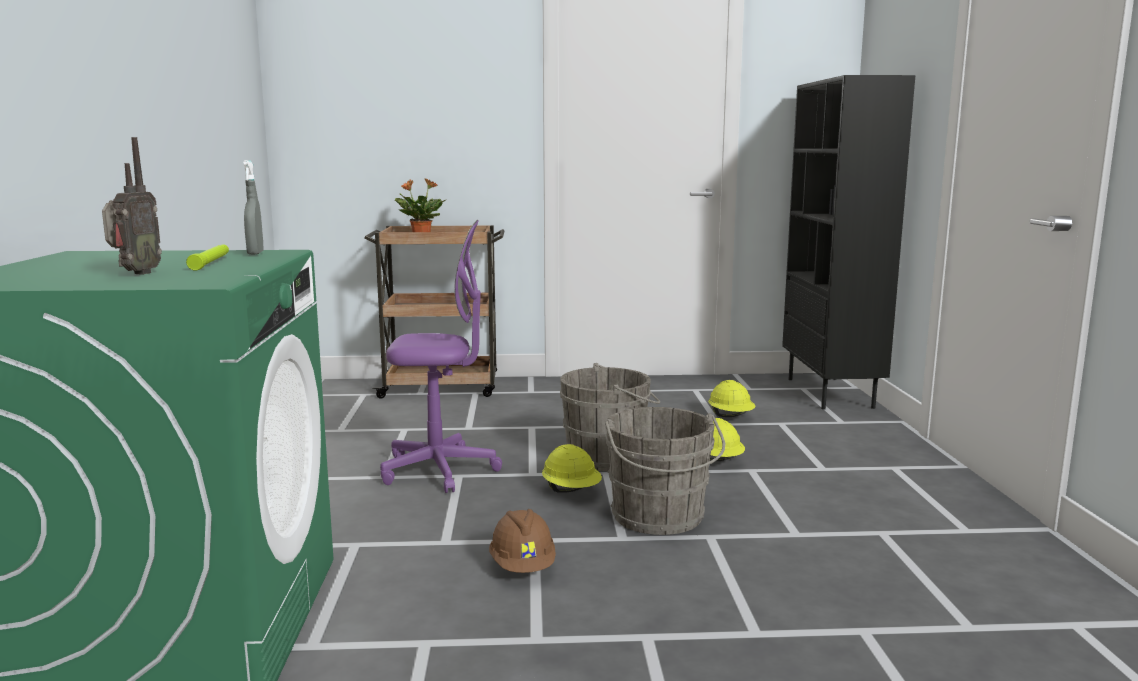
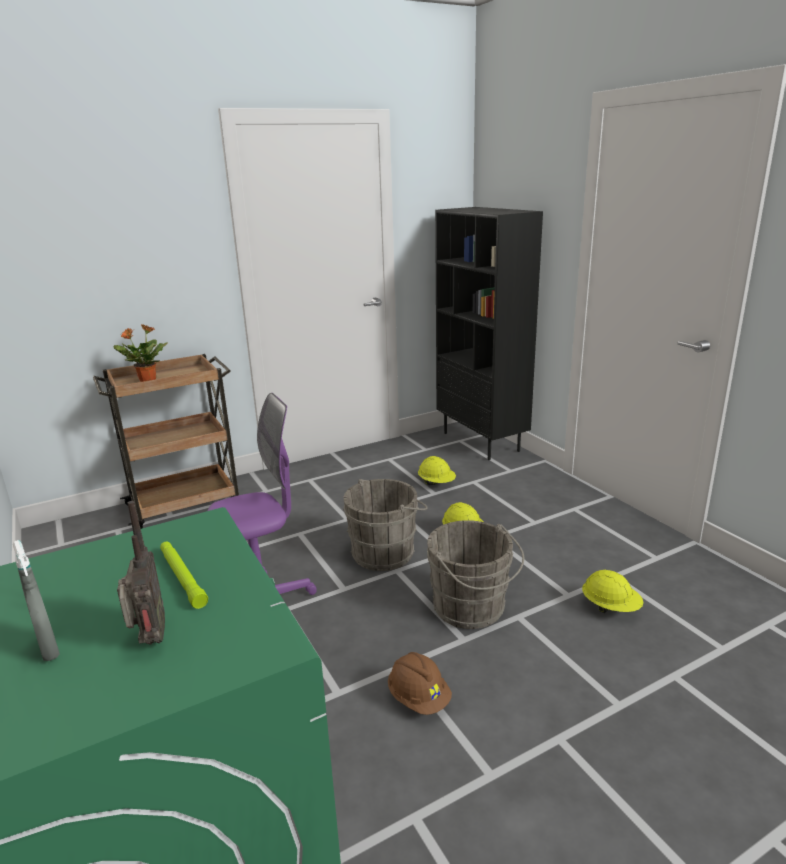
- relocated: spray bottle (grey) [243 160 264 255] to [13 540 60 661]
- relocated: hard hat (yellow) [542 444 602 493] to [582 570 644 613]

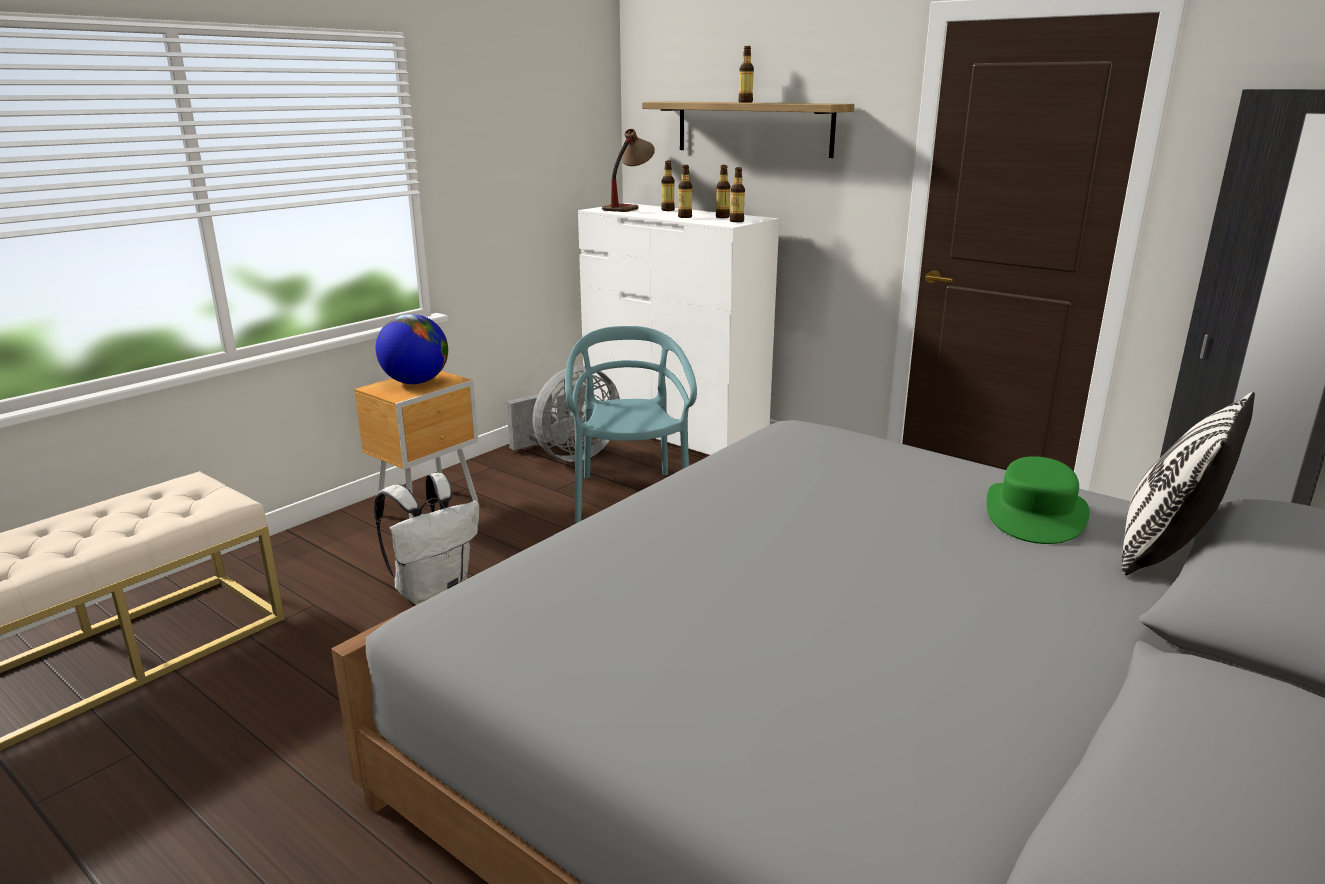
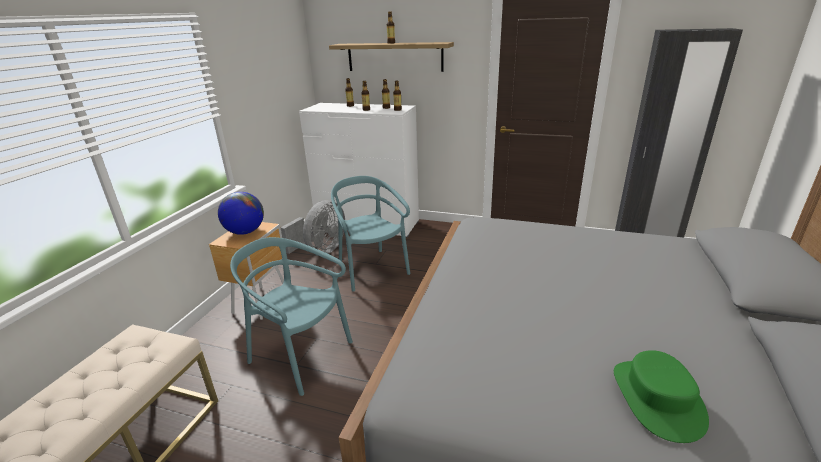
- missing: table lamp [602 129 655 212]
- missing: pillow [1122 392 1255 575]
- relocated: hat (green) [987 456 1090 544] to [614 350 709 443]
- exchanged: backpack (white) [374 473 479 605] to chair (turquoise) [230 237 353 396]

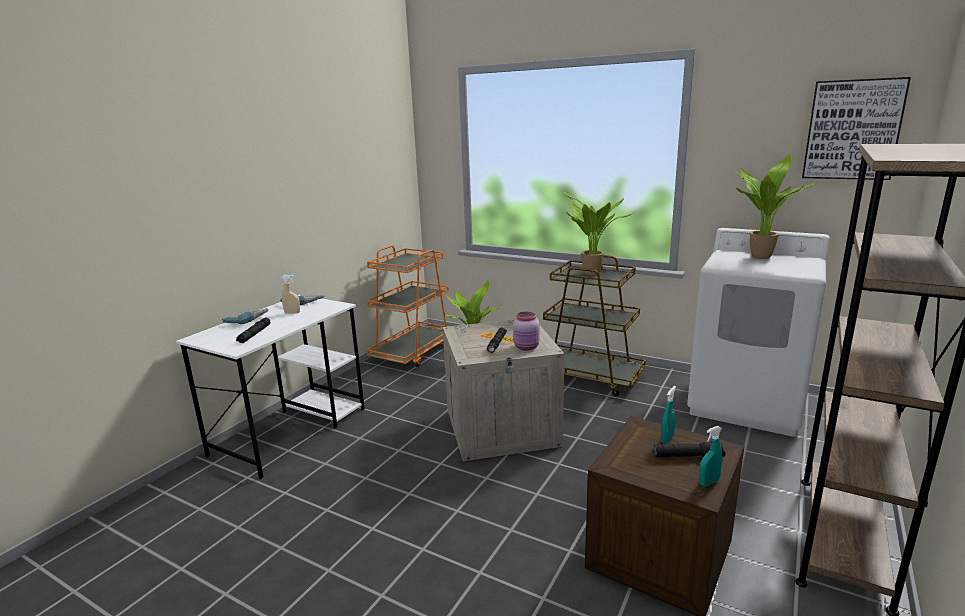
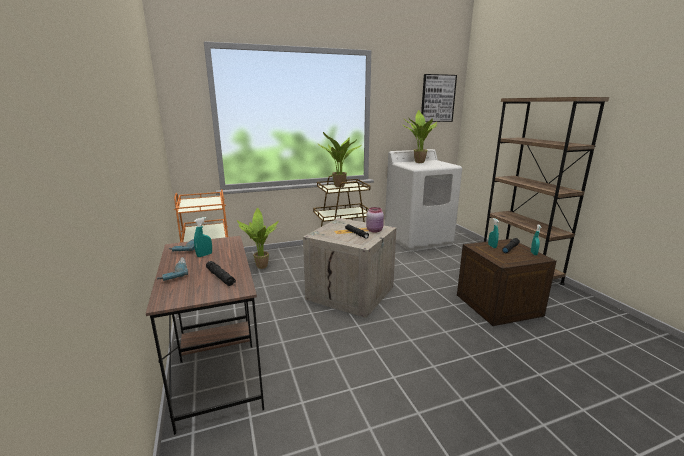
- colour: spray bottle (beige) [282 275 300 314] to spray bottle (turquoise) [194 217 212 257]
- colour: desk (white) [176 295 365 479] to desk (brown) [146 236 264 435]

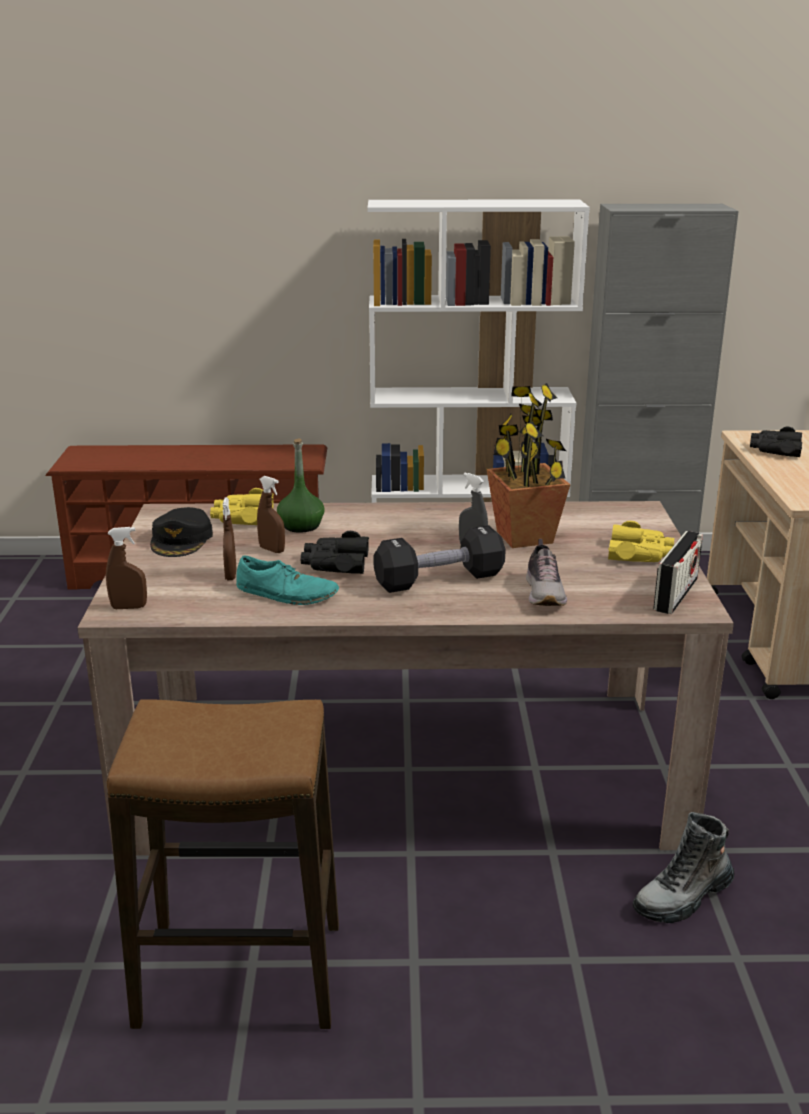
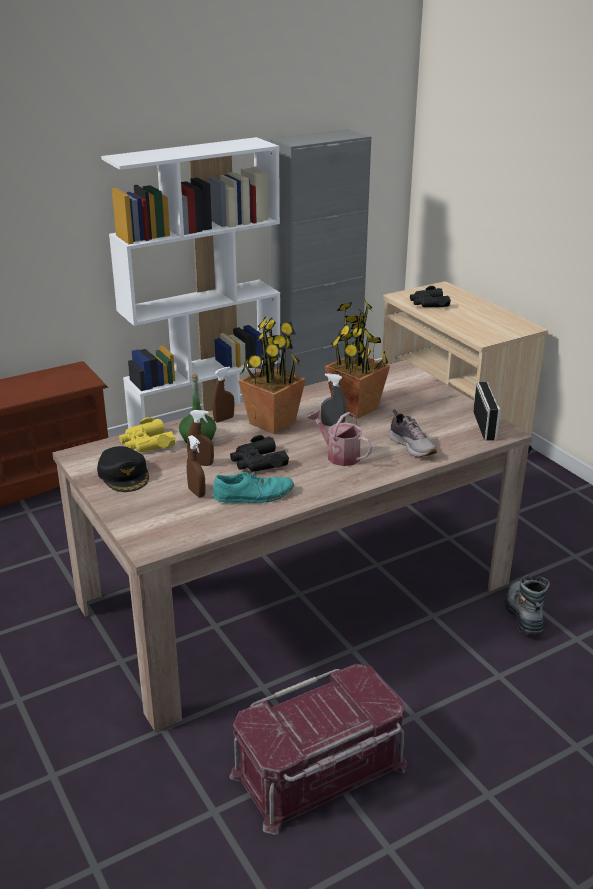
- missing: binoculars (yellow) [608 521 674 562]
- exchanged: dumbbell (black) [373 525 506 593] to watering can [308 410 372 466]
- relocated: spray bottle (brown) [106 527 147 609] to [212 366 235 422]
- exchanged: stool [107 699 339 1029] to storage box (red) [229 664 407 835]
- spun: boot [633 812 734 923] = [505 575 550 635] 150 degrees clockwise
- appeared: potted plant [238 317 306 434]

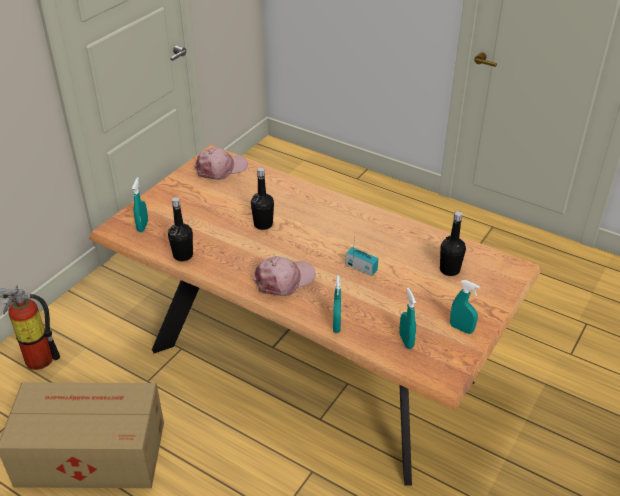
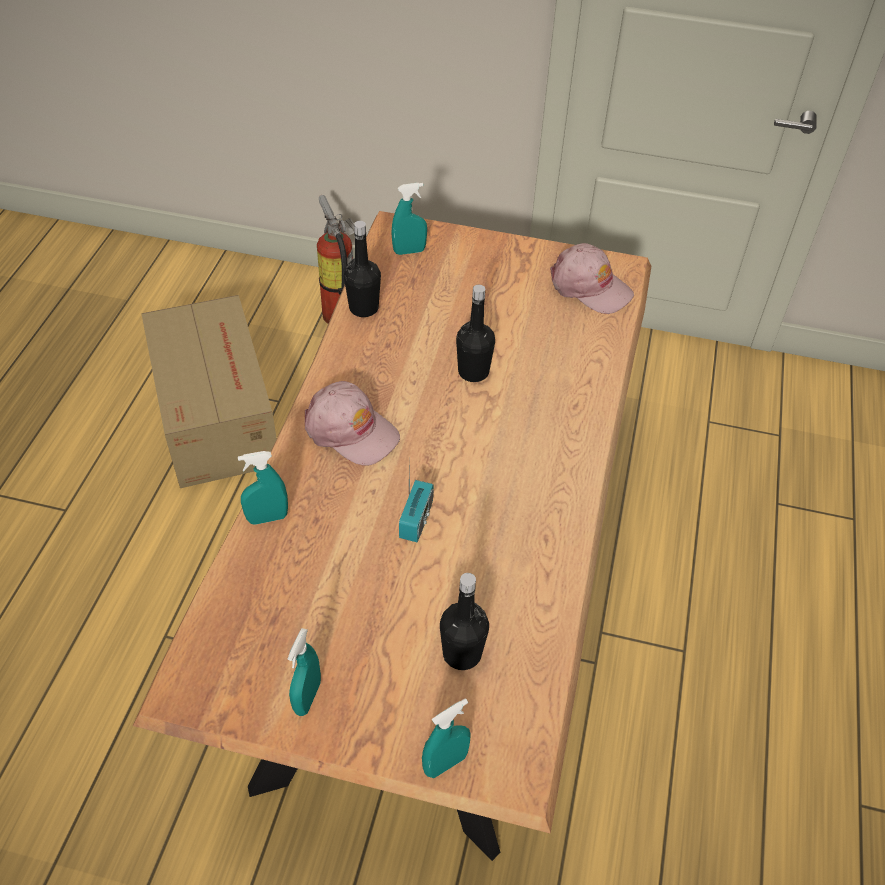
- relocated: spray bottle (turquoise) [399 287 416 349] to [422 698 471 778]

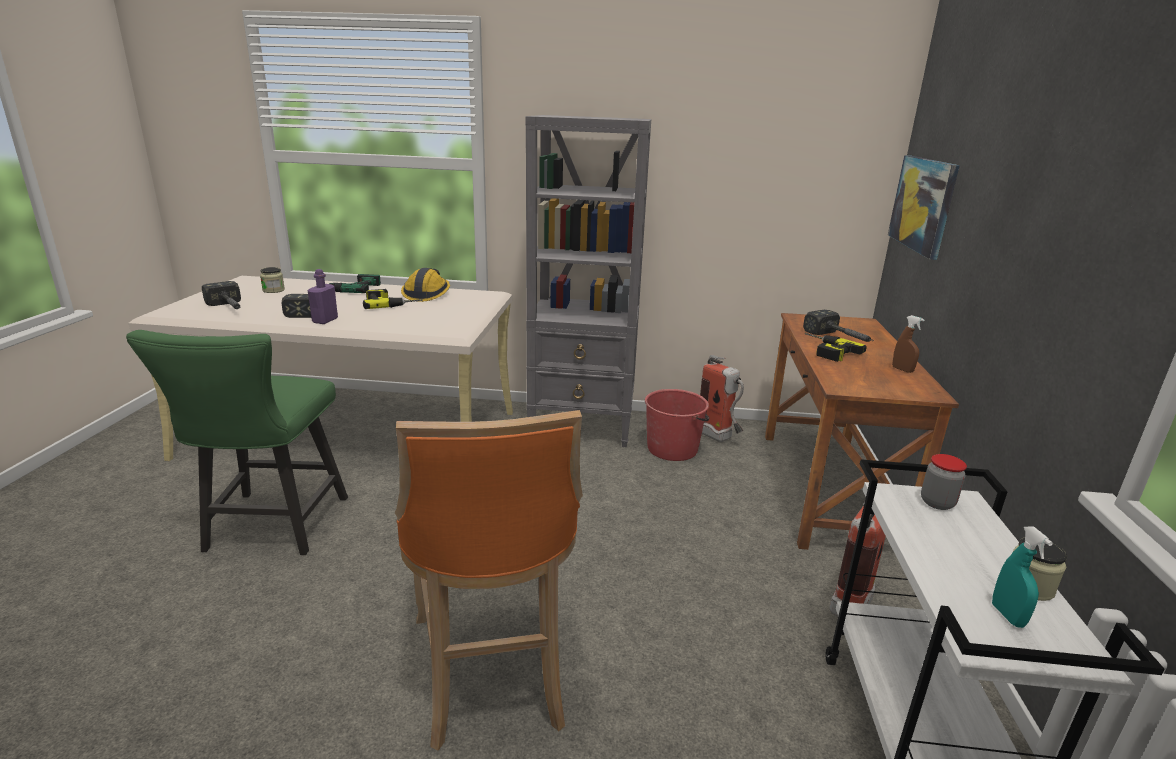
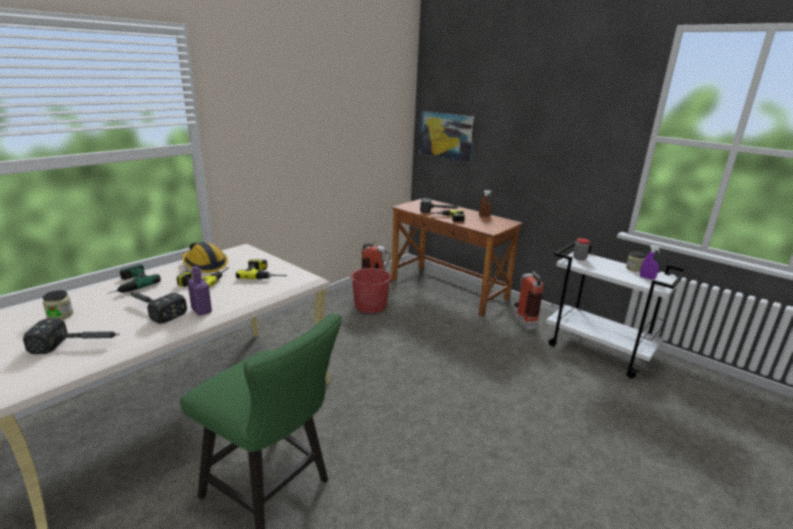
- missing: bookcase (grey) [525 115 651 447]
- missing: stool (orange) [395 410 583 751]
- colour: spray bottle (turquoise) [992 526 1053 628] to spray bottle (purple) [640 245 662 279]
- appeared: power drill [236 259 287 279]

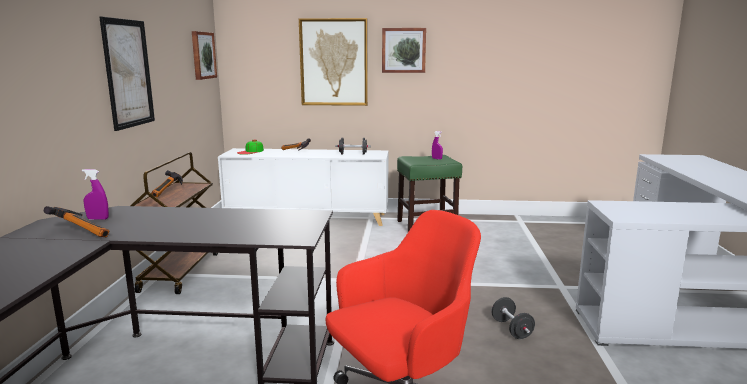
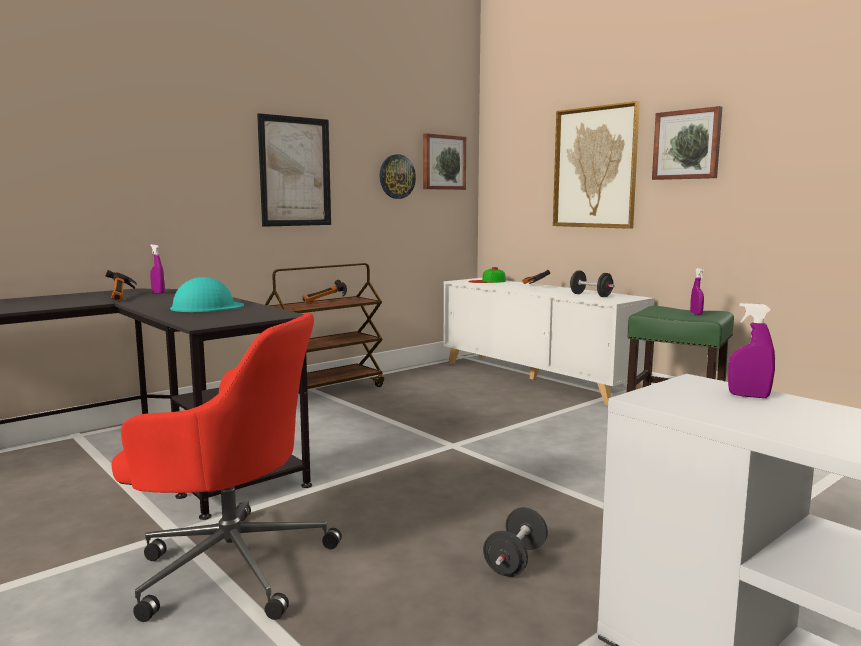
- appeared: wall clock [380 154 416 199]
- appeared: hard hat (turquoise) [170 277 244 312]
- appeared: spray bottle (purple) [728 303 775 398]

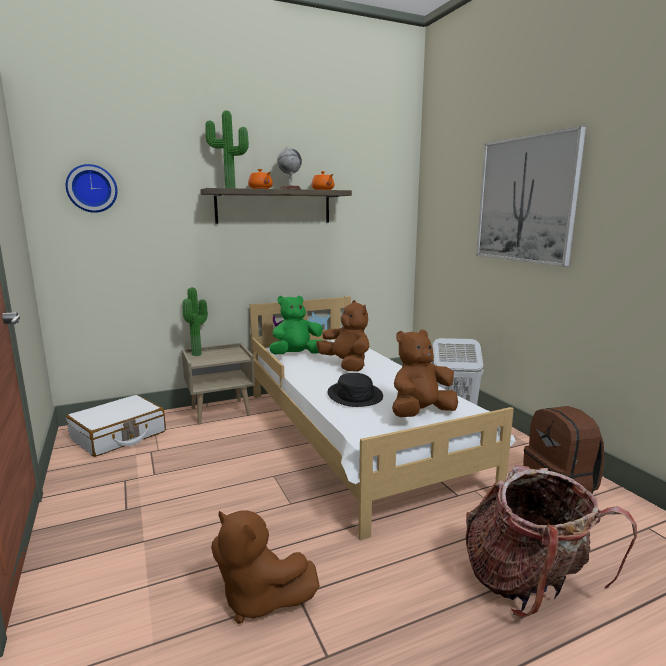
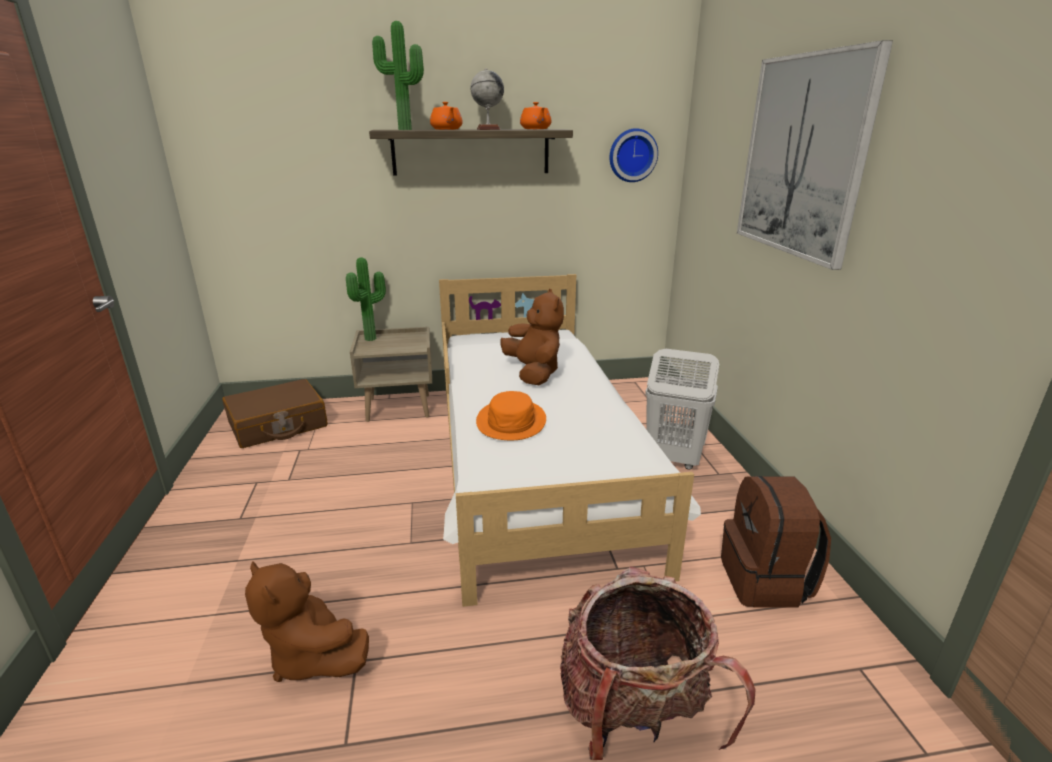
- relocated: wall clock [66 164 118 213] to [610 128 658 182]
- missing: plush toy (green) [269 296 323 355]
- missing: plush toy (brown) [392 330 458 417]
- colour: hat (black) [328 373 383 407] to hat (orange) [476 391 546 440]
- colour: suitcase (white) [66 395 166 457] to suitcase (brown) [222 379 328 448]

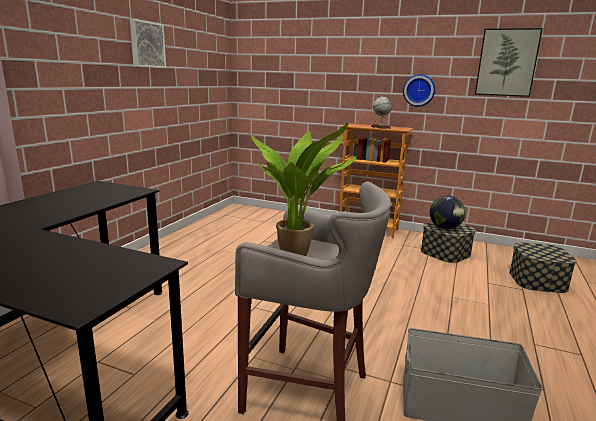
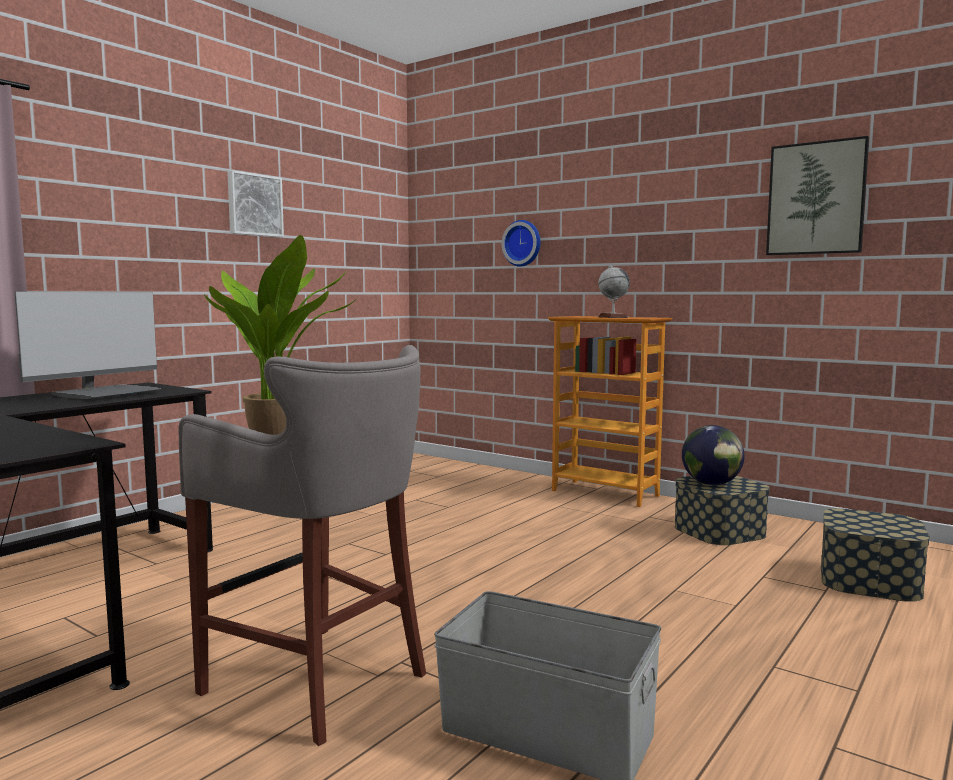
- relocated: wall clock [403 74 435 107] to [502 220 541 267]
- appeared: monitor [15 291 160 399]

